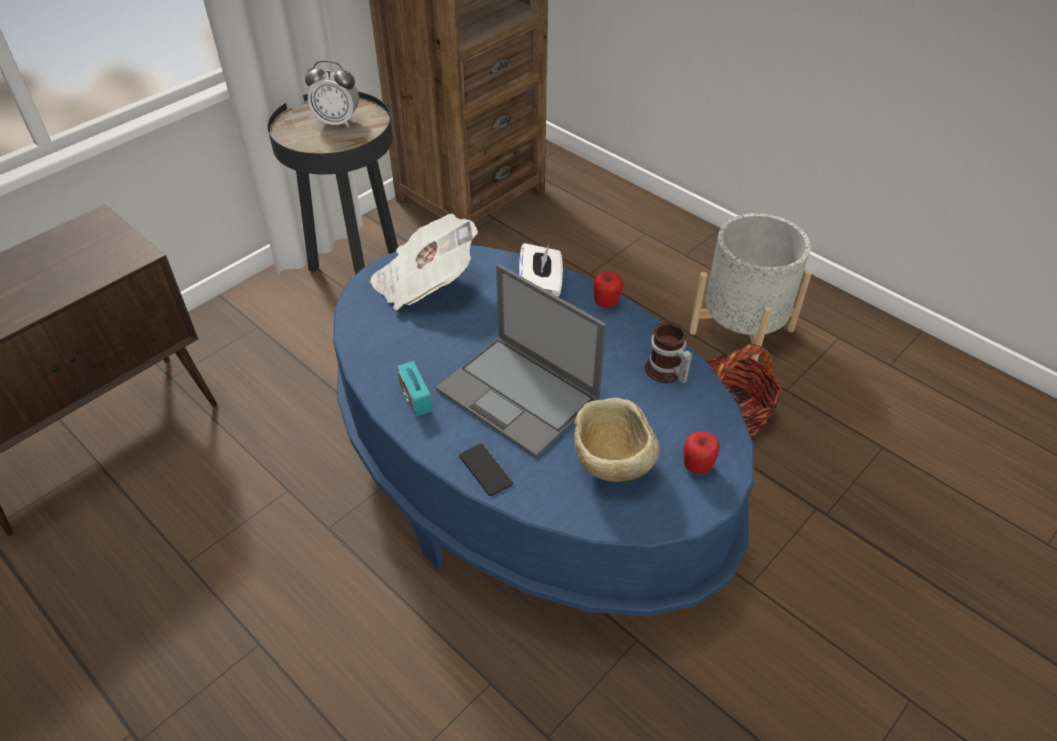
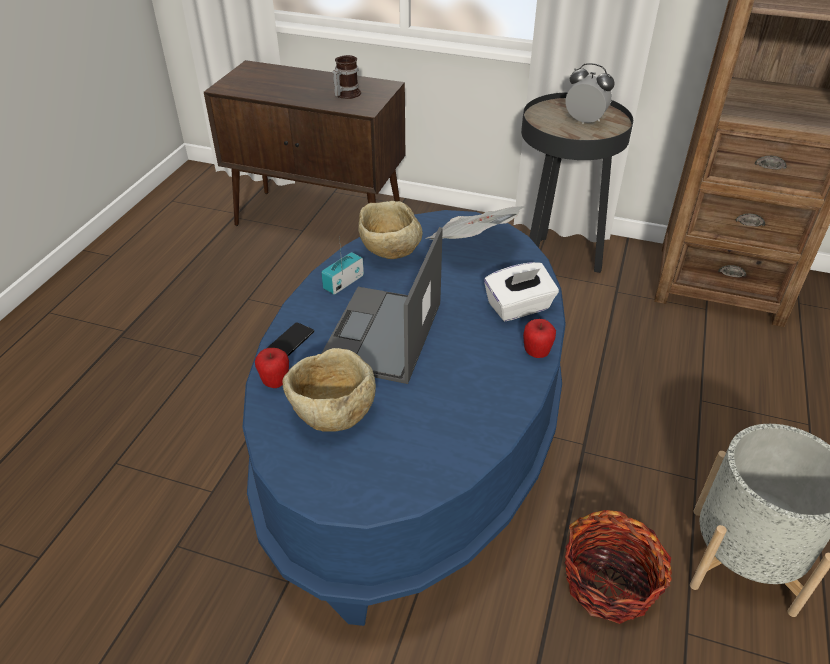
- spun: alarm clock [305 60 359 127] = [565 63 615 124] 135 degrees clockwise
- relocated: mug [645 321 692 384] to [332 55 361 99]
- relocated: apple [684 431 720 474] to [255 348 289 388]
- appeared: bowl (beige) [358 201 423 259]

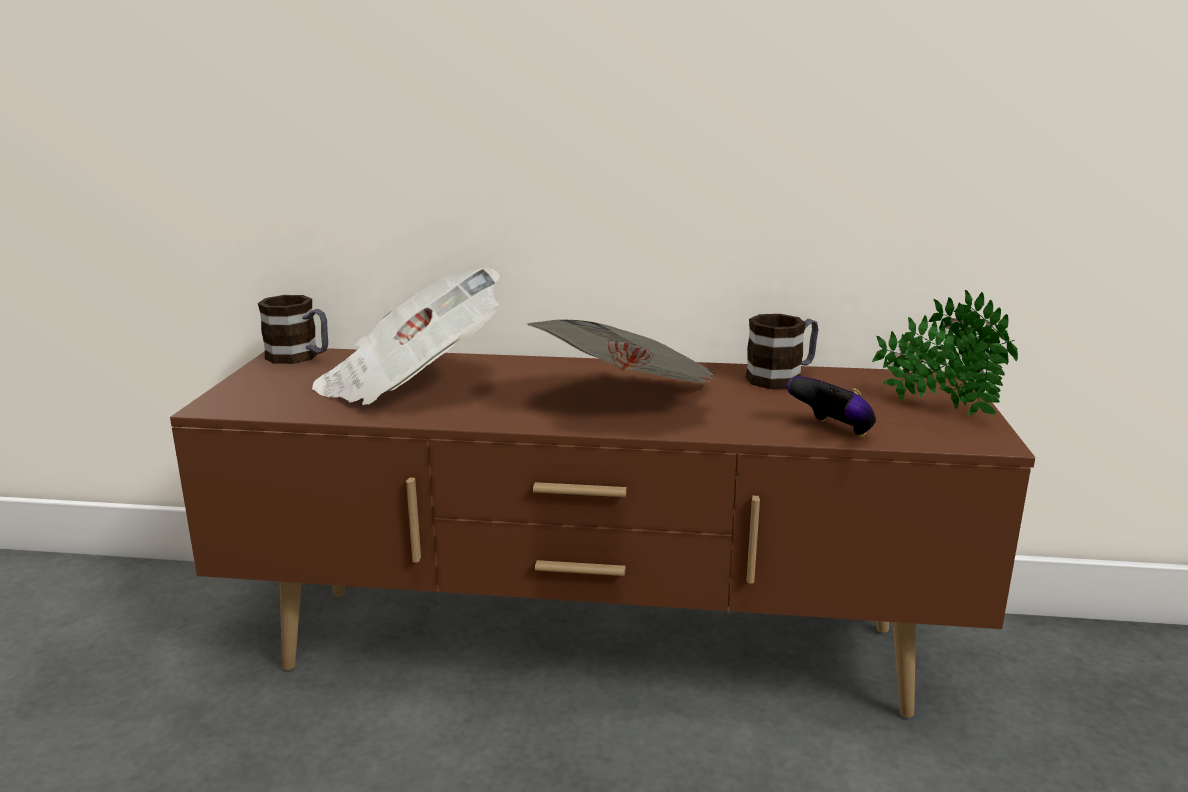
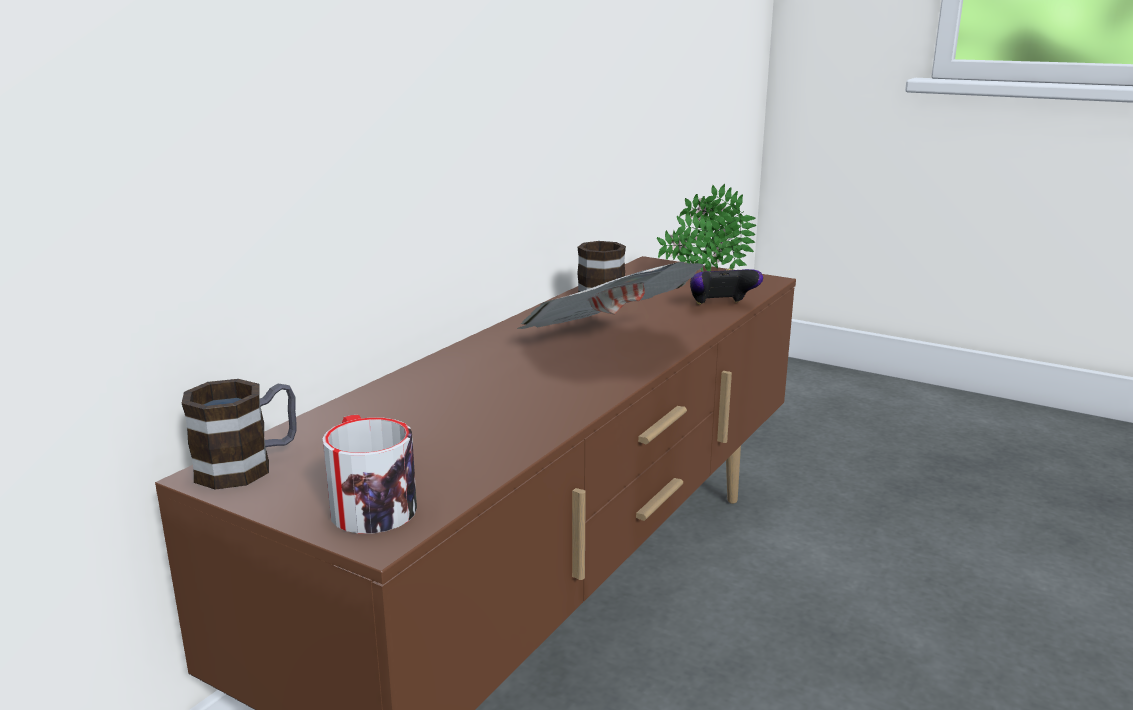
- missing: newspaper [312 268 502 405]
- appeared: mug [323 415 417 534]

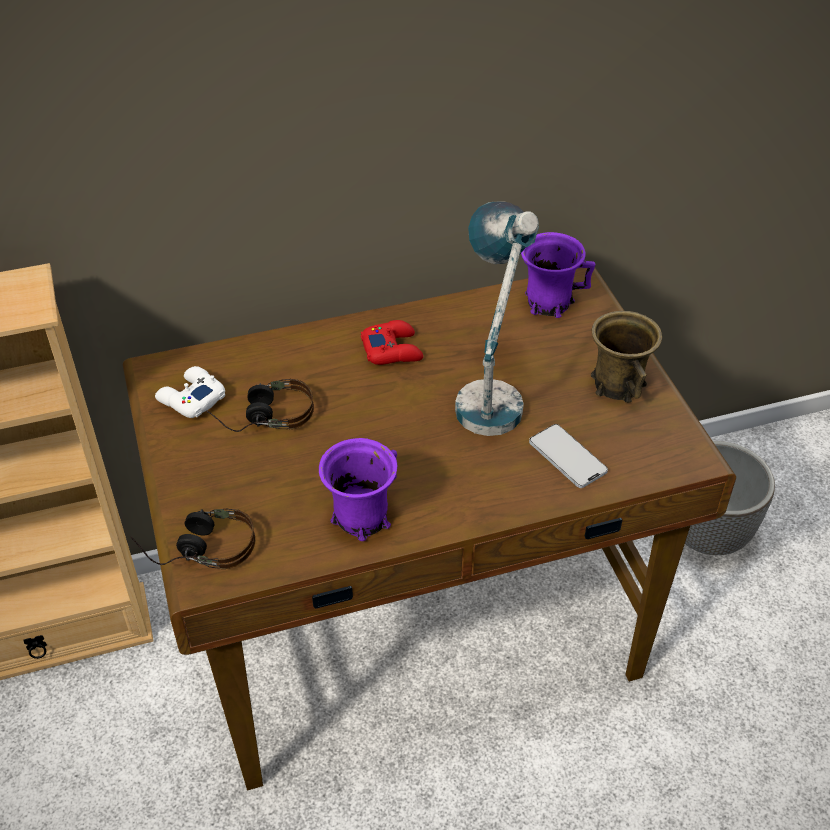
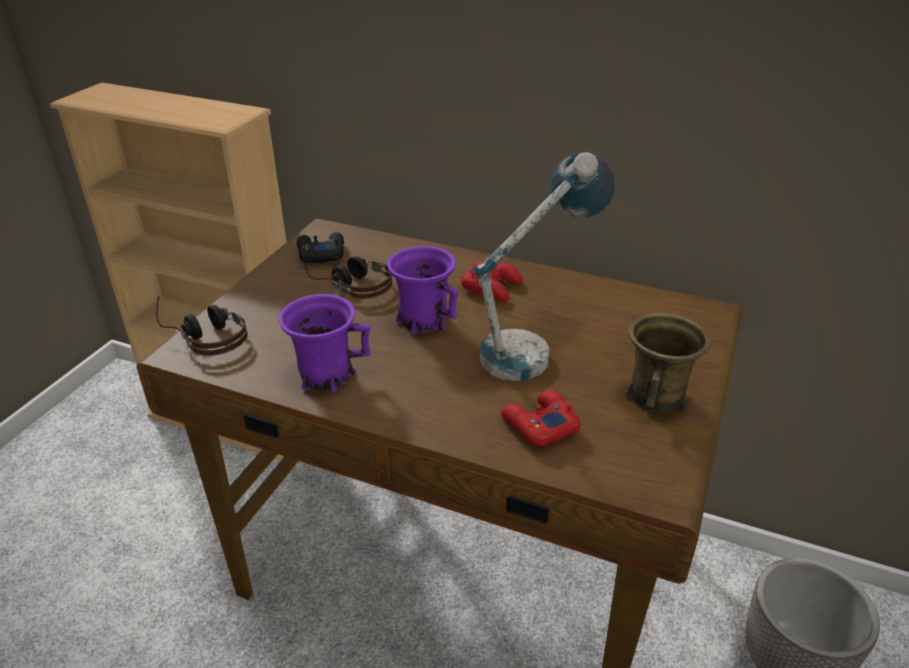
- relocated: mug (purple) [521 232 595 318] to [387 246 458 334]
- colour: game controller (white) [155 366 225 418] to game controller (black) [297 232 344 263]
- exchanged: phone [529 424 608 488] to game controller (red) [501 390 580 447]

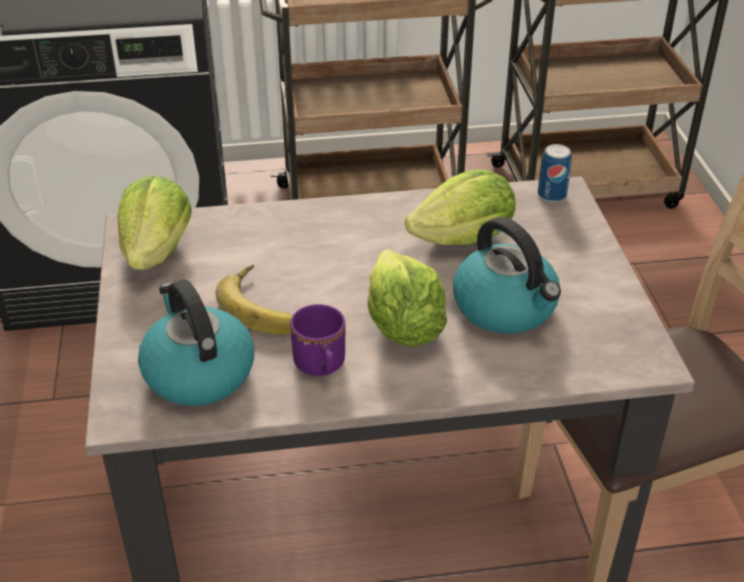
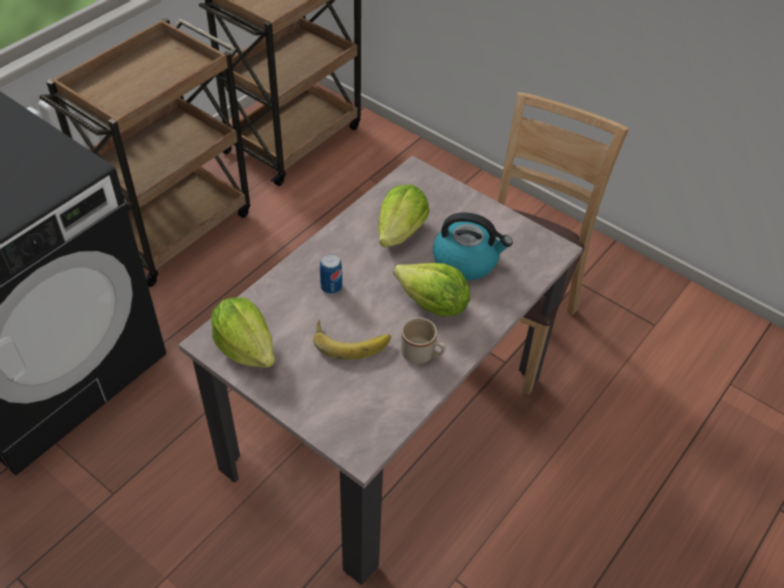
- relocated: can [538 144 572 203] to [320 254 342 294]
- missing: kettle [138 279 254 406]
- colour: mug (purple) [290 304 345 376] to mug (beige) [401 317 446 364]

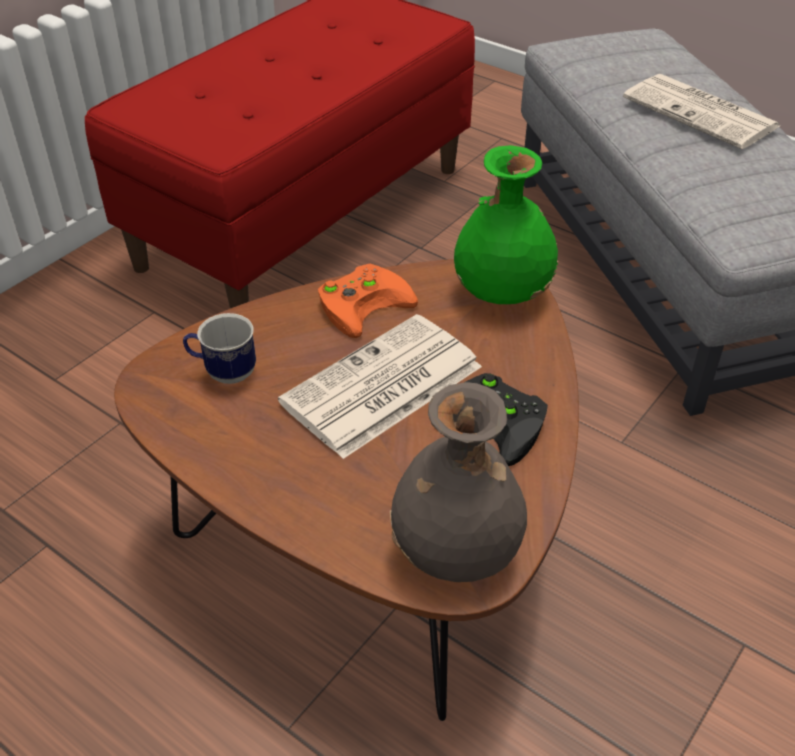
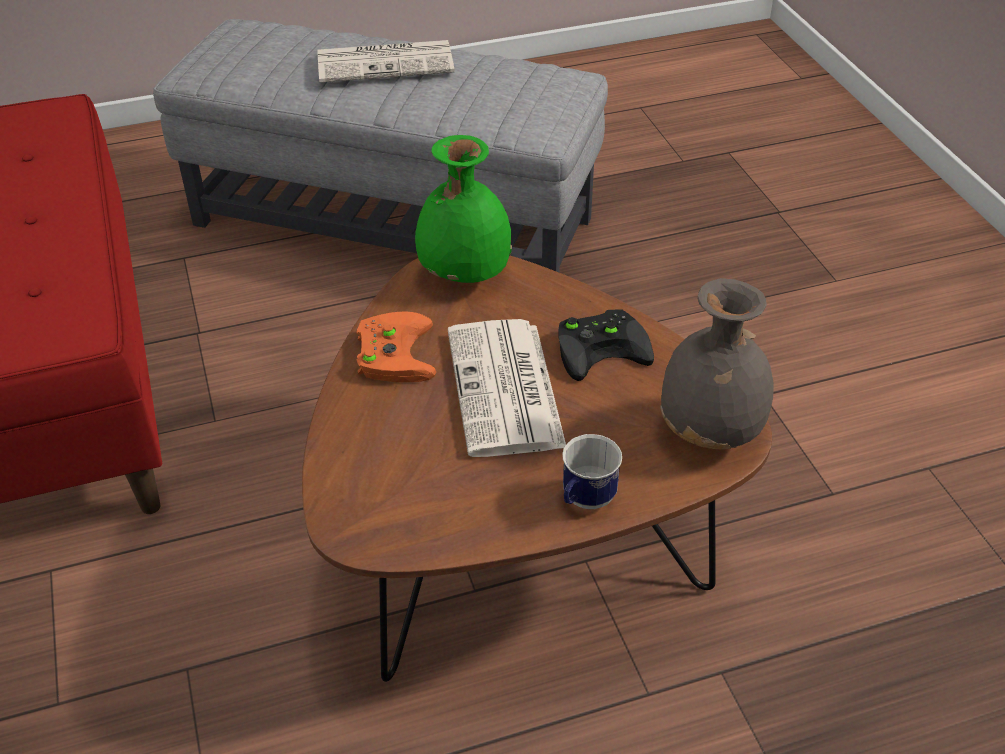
- relocated: mug [183 313 256 384] to [562 434 622 509]

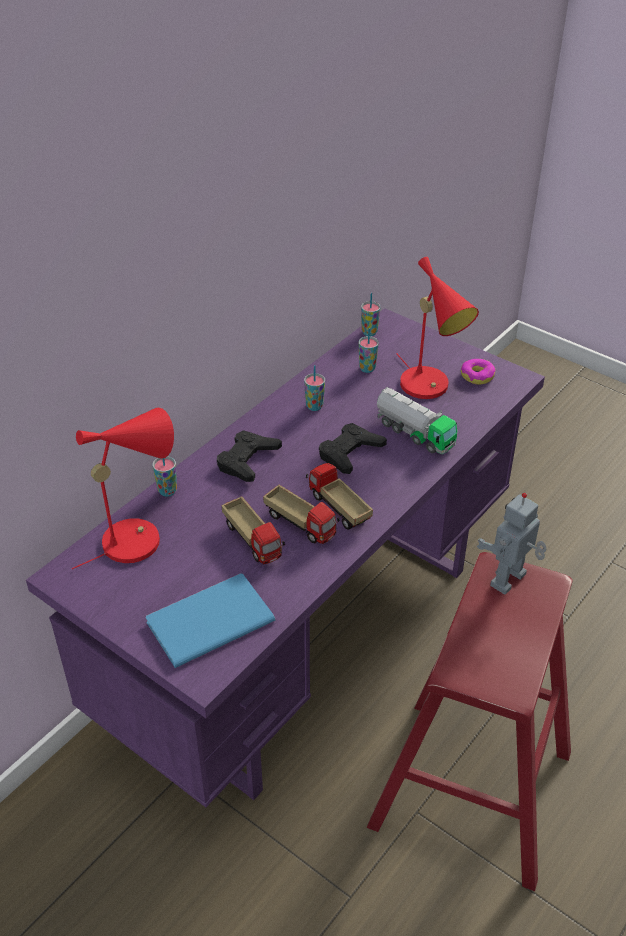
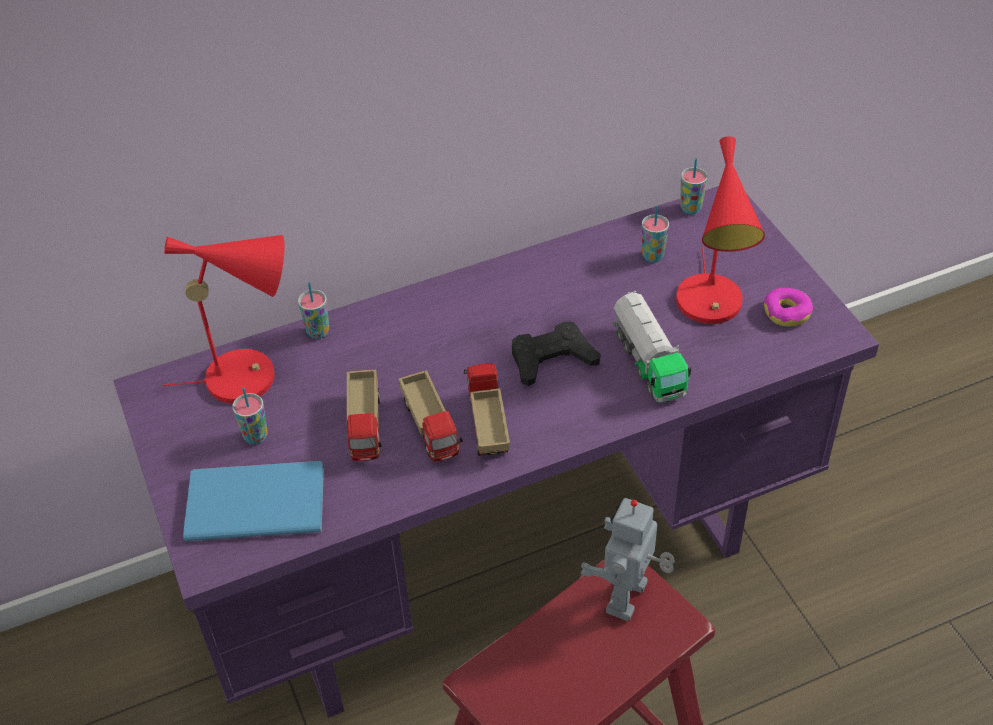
- relocated: cup [304 365 325 411] to [232 387 268 445]
- missing: game controller (black) [217 430 282 482]
- spun: toy robot [477 493 546 595] = [581 498 675 621] 45 degrees counterclockwise

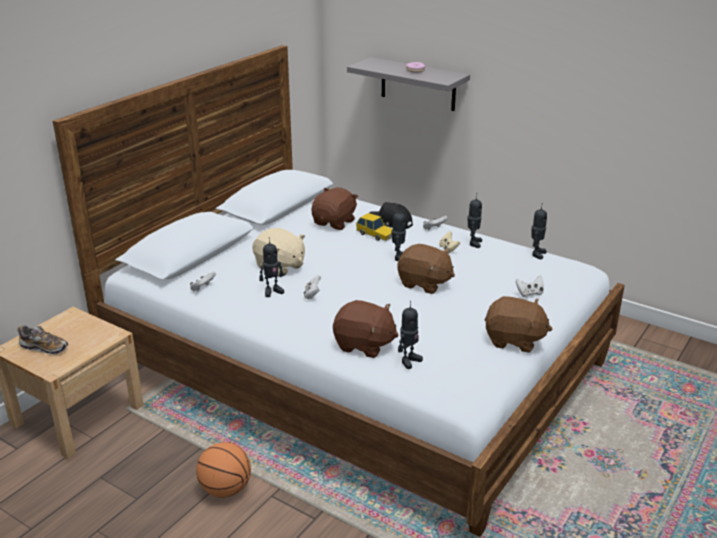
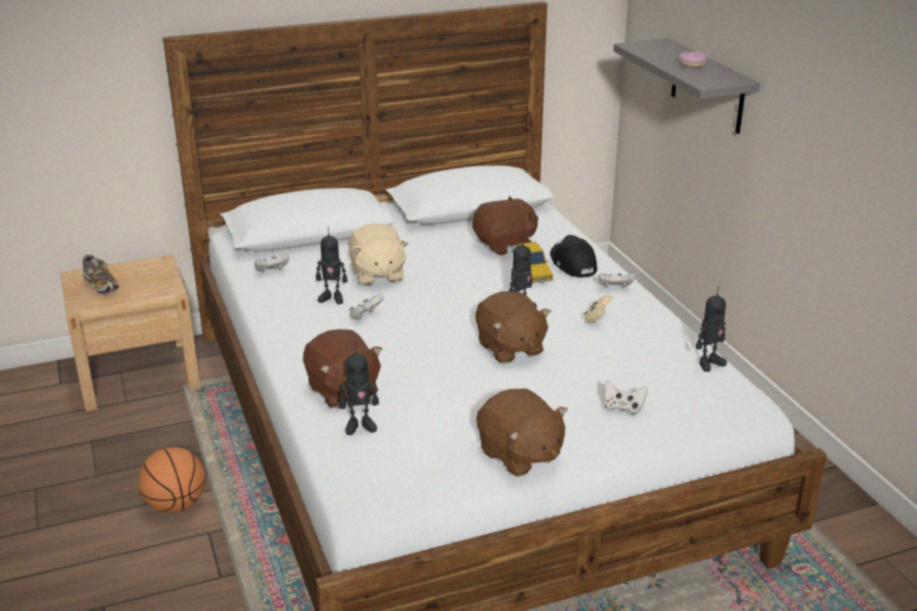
- missing: toy robot [468 193 482 248]

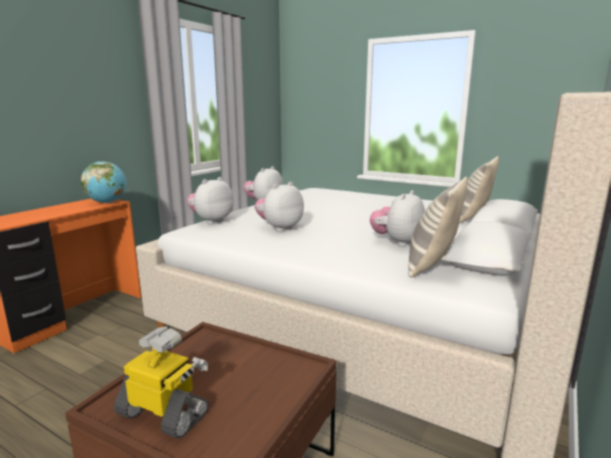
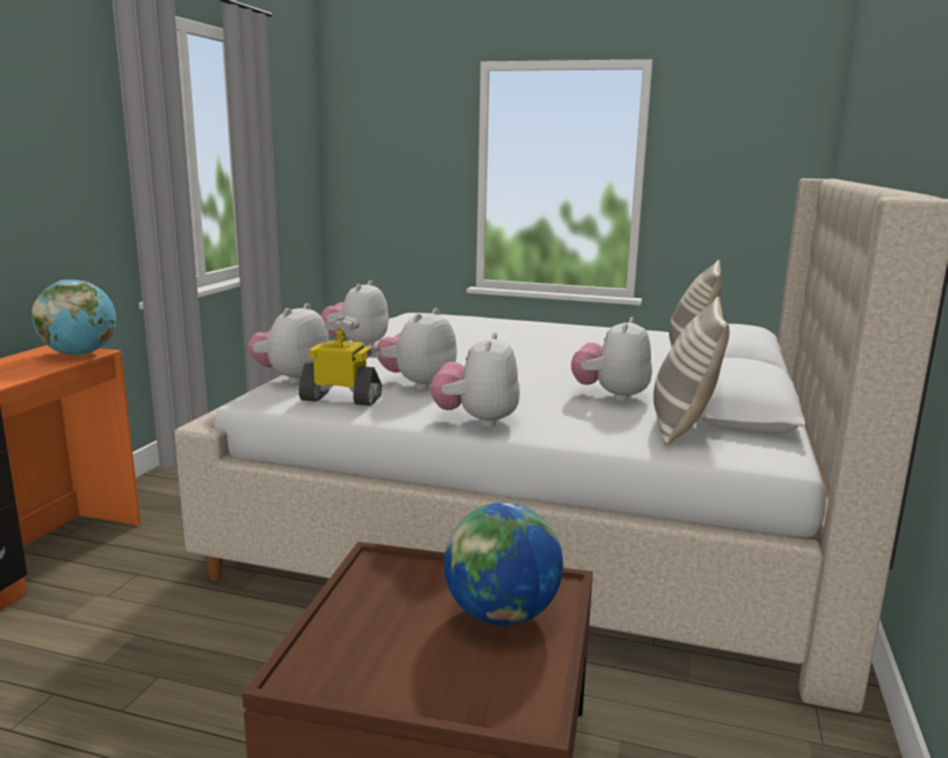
- relocated: toy robot [114 326 209 439] to [299 315 382 406]
- appeared: plush toy [431 332 520 428]
- appeared: globe [444 503 563 626]

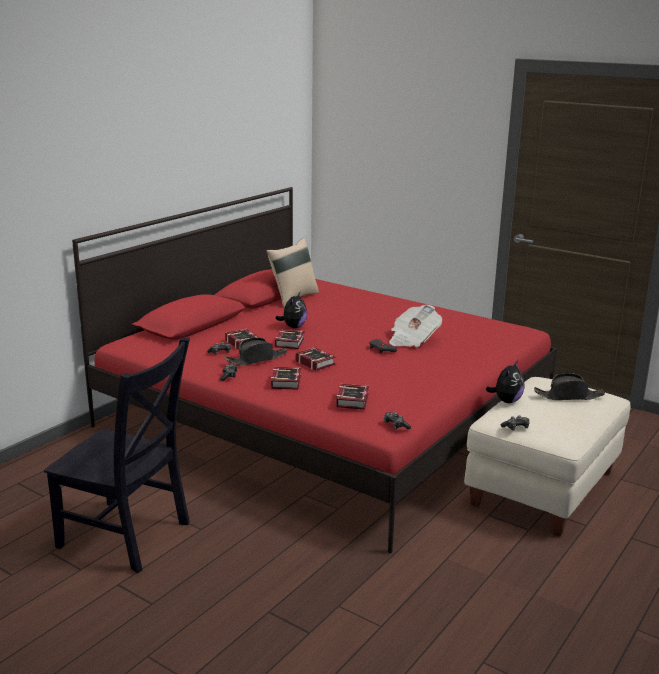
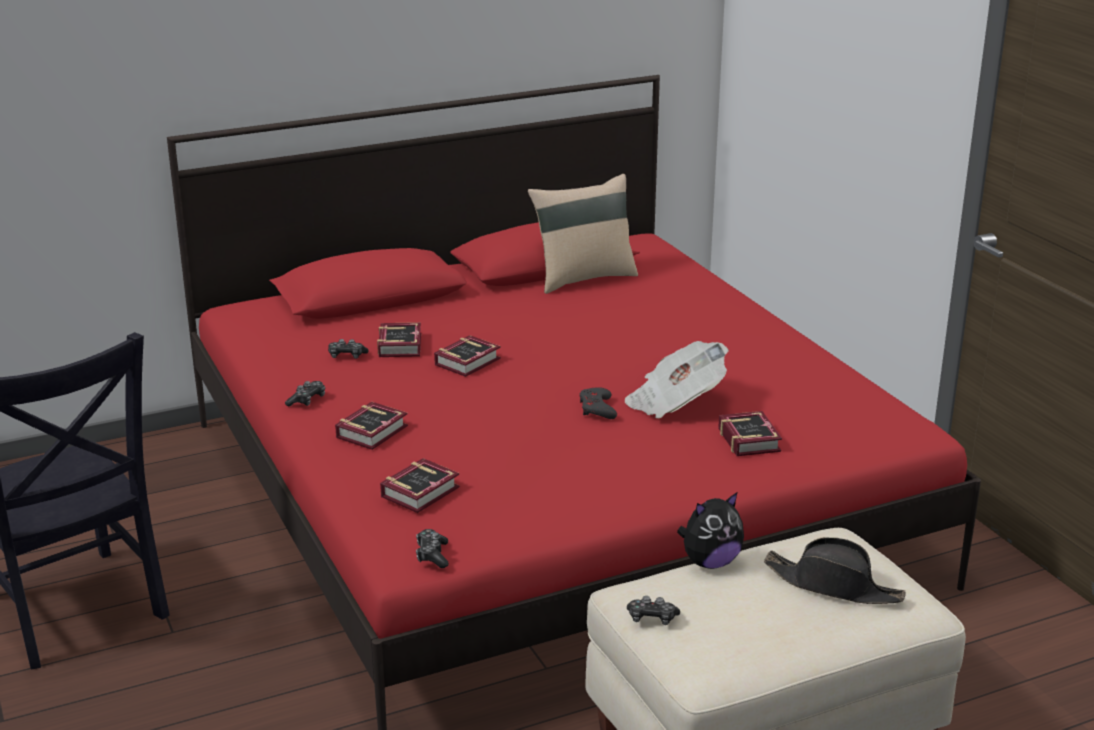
- missing: plush toy [275 292 307 328]
- missing: hat (black) [225 337 288 365]
- relocated: book [295 347 336 371] to [718 411 782 456]

